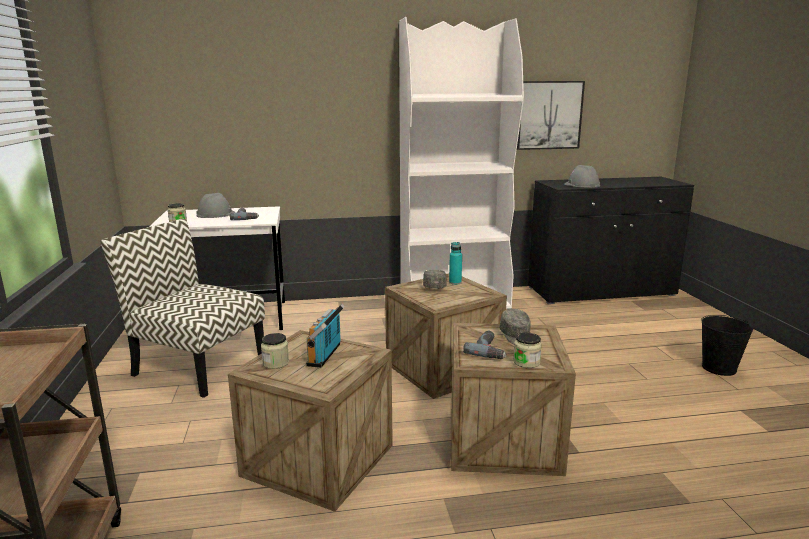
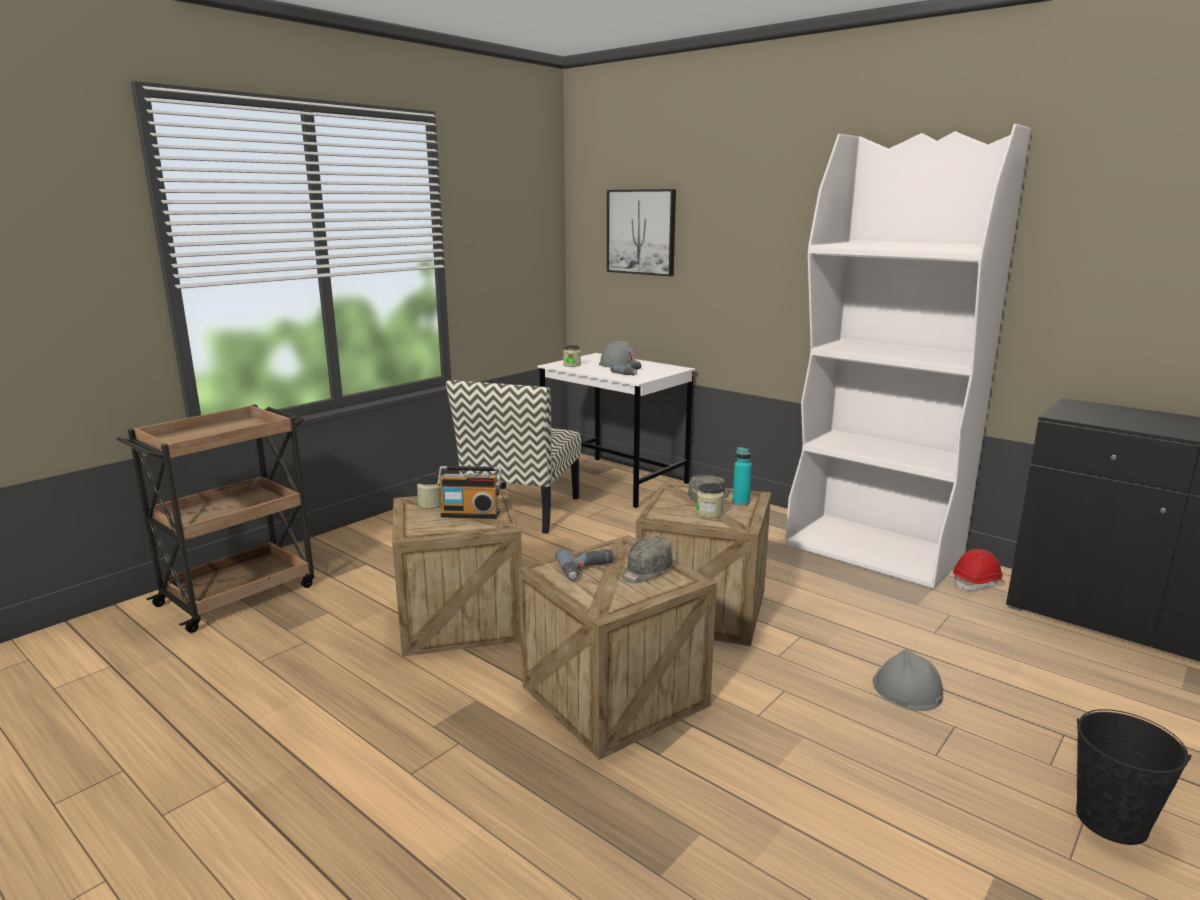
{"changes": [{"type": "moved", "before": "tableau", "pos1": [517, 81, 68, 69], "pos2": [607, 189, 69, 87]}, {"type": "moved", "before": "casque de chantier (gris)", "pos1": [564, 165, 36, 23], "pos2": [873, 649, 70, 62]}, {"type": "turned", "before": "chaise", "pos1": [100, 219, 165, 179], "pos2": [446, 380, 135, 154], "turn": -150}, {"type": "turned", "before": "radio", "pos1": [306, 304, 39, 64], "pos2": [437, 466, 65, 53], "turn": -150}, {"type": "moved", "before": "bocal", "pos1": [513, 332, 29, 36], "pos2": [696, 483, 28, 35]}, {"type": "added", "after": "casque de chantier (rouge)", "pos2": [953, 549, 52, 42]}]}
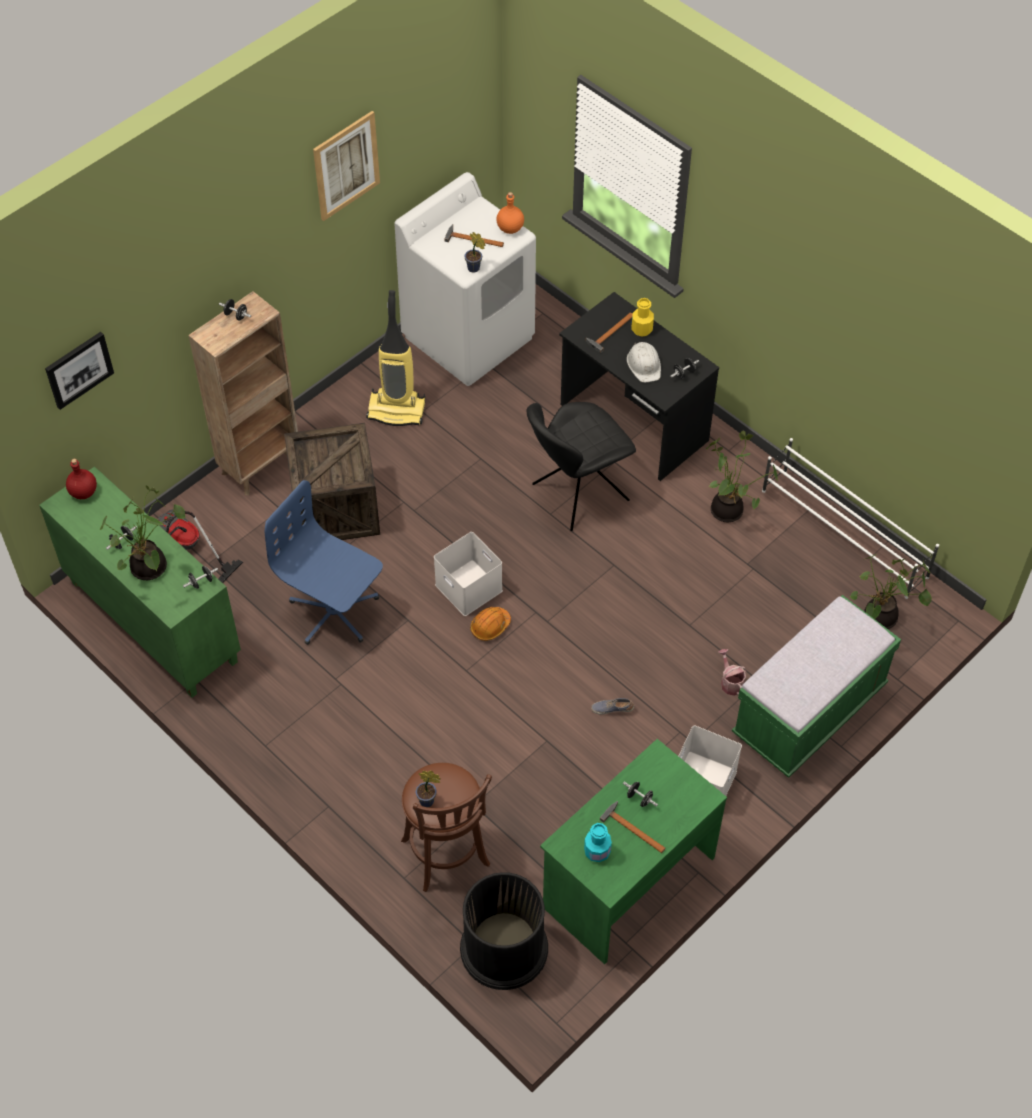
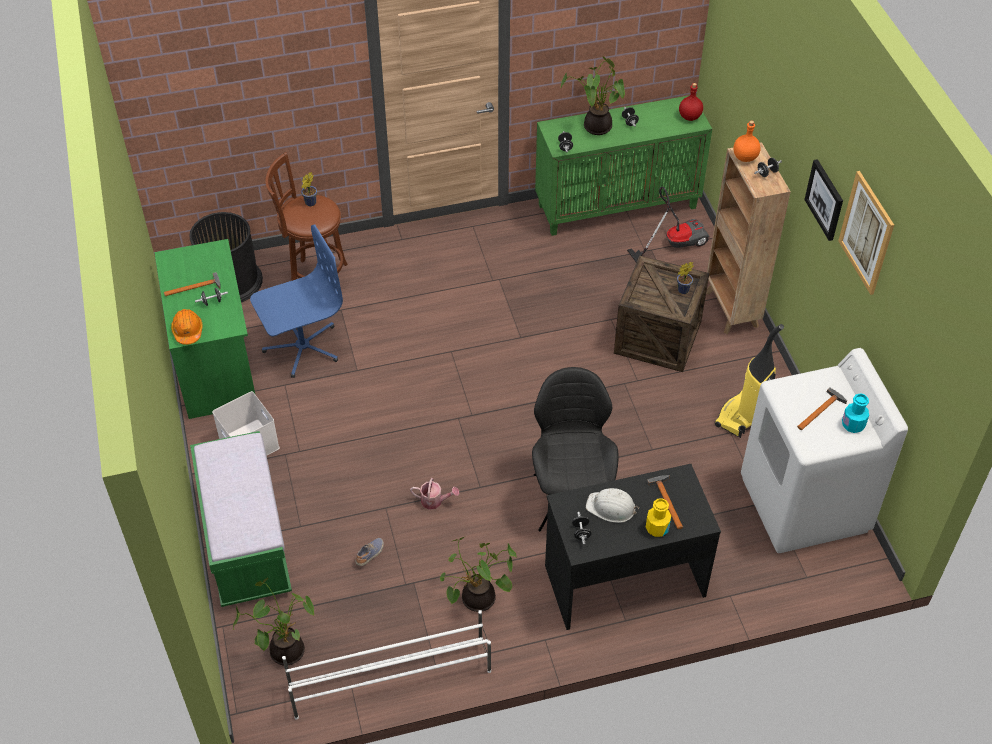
{"changes": [{"type": "moved", "before": "bouteille (orange)", "pos1": [496, 192, 28, 42], "pos2": [733, 120, 27, 42]}, {"type": "moved", "before": "plante en pot", "pos1": [464, 232, 22, 41], "pos2": [677, 262, 17, 32]}, {"type": "moved", "before": "tableau", "pos1": [45, 332, 69, 78], "pos2": [804, 159, 39, 82]}, {"type": "moved", "before": "chaise de bureau (bleu)", "pos1": [265, 480, 118, 165], "pos2": [250, 224, 93, 154]}, {"type": "removed", "before": "boîte de rangement (blanc)", "pos1": [434, 532, 69, 84]}, {"type": "moved", "before": "casque de chantier (orange)", "pos1": [470, 607, 41, 34], "pos2": [171, 309, 32, 36]}, {"type": "moved", "before": "arrosoir", "pos1": [719, 649, 28, 47], "pos2": [410, 478, 50, 32]}, {"type": "moved", "before": "chaussure", "pos1": [591, 698, 43, 16], "pos2": [355, 538, 29, 28]}, {"type": "moved", "before": "bouteille (turquoise)", "pos1": [584, 823, 28, 39], "pos2": [842, 393, 27, 40]}]}
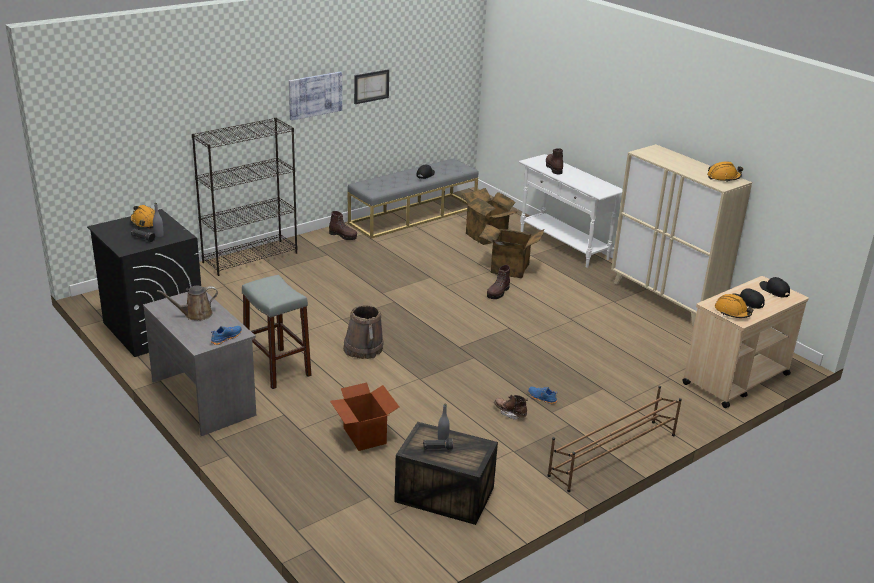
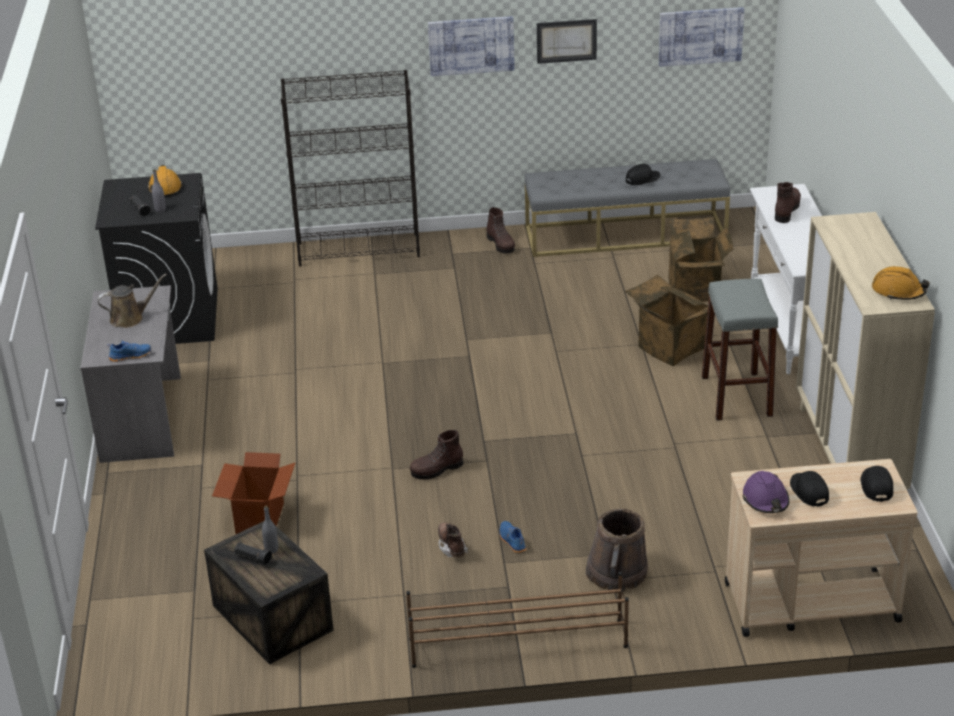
{"changes": [{"type": "moved", "before": "botte (marron)", "pos1": [487, 265, 23, 34], "pos2": [410, 430, 53, 49]}, {"type": "moved", "before": "tabouret (gris)", "pos1": [242, 275, 69, 114], "pos2": [702, 279, 76, 142]}, {"type": "turned", "before": "arrosoir (marron)", "pos1": [157, 286, 61, 34], "pos2": [97, 274, 70, 54], "turn": 150}, {"type": "recoloured", "before": "casque de chantier (orange)", "after": "casque de chantier (violet)", "pos1": [715, 294, 38, 24], "pos2": [742, 471, 47, 42]}, {"type": "moved", "before": "seau (marron)", "pos1": [343, 305, 41, 54], "pos2": [586, 509, 62, 82]}, {"type": "added", "after": "tableau", "pos2": [659, 7, 85, 60]}]}
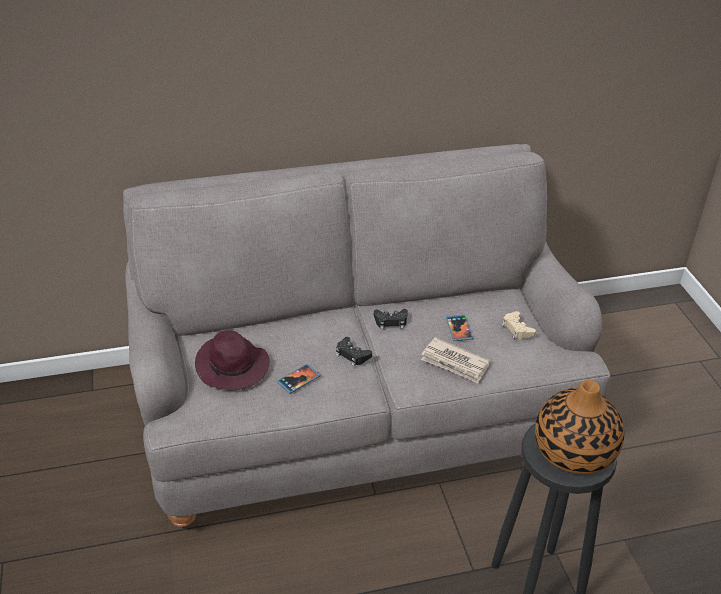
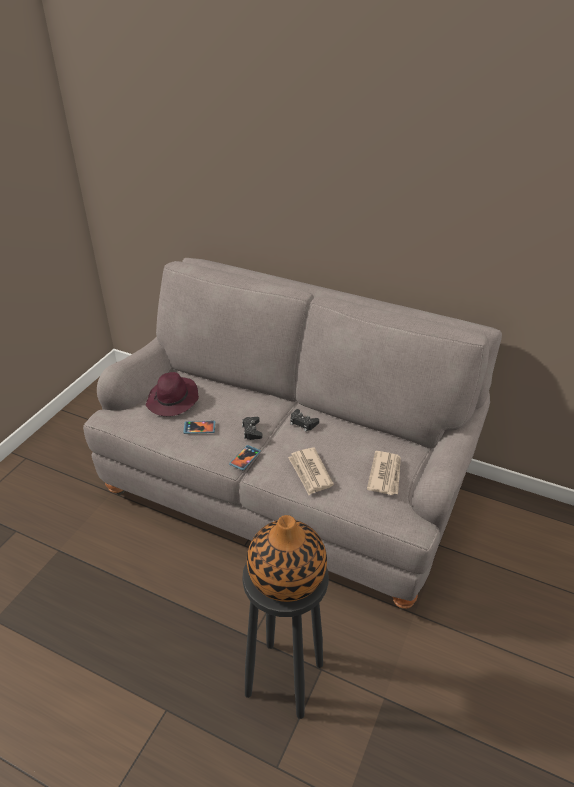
{"changes": [{"type": "replaced", "before": "manette (beige)", "after": "journal", "pos1": [502, 311, 34, 28], "pos2": [367, 451, 34, 44]}, {"type": "moved", "before": "téléphone", "pos1": [446, 315, 27, 26], "pos2": [229, 445, 32, 25]}]}
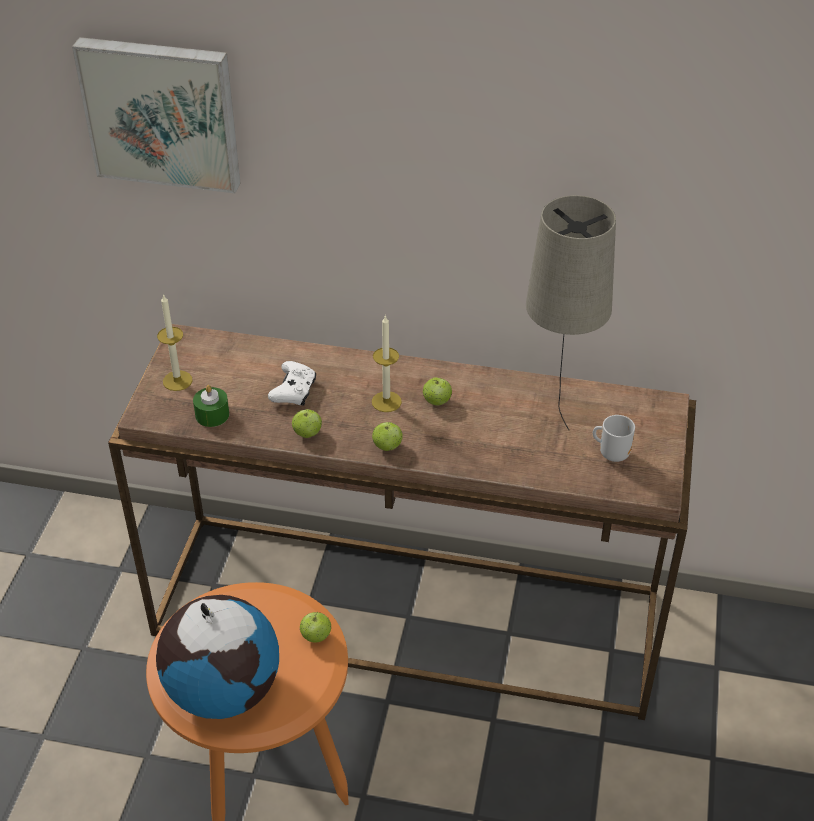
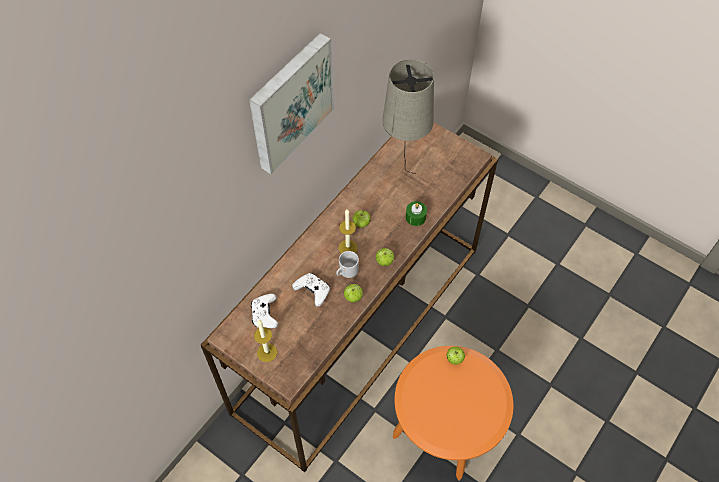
{"changes": [{"type": "moved", "before": "tableau", "pos1": [72, 37, 168, 156], "pos2": [249, 33, 85, 141]}, {"type": "moved", "before": "bougie (vert)", "pos1": [193, 385, 36, 42], "pos2": [406, 201, 21, 25]}, {"type": "moved", "before": "mug", "pos1": [593, 415, 42, 47], "pos2": [336, 251, 23, 27]}, {"type": "removed", "before": "globe", "pos1": [156, 595, 123, 124]}, {"type": "added", "after": "manette (blanc)", "pos2": [251, 294, 28, 34]}]}
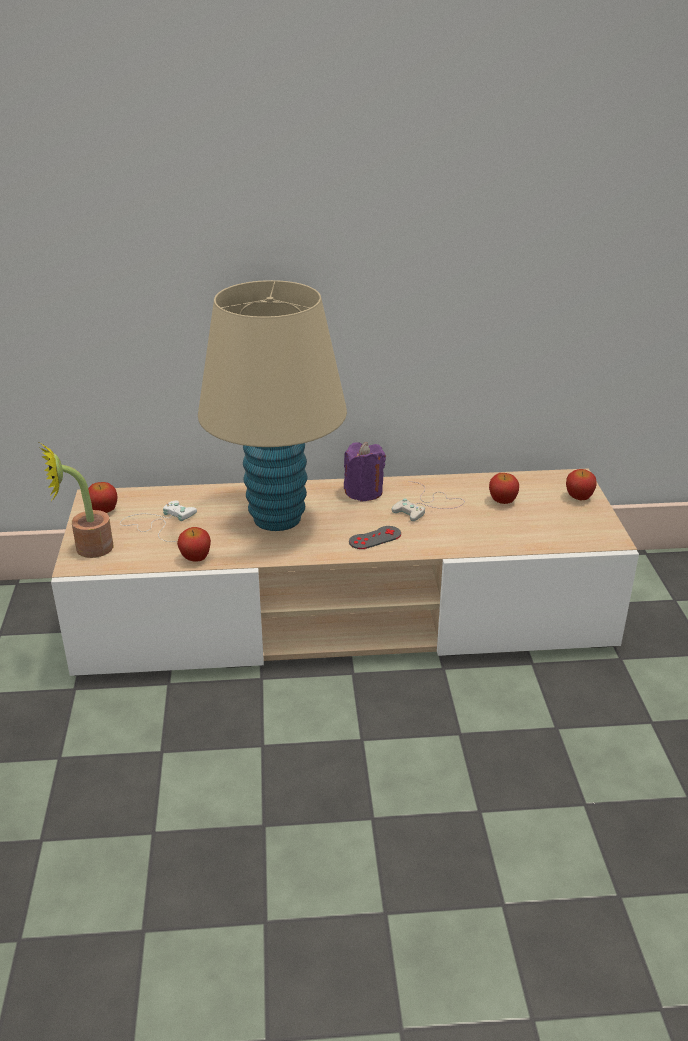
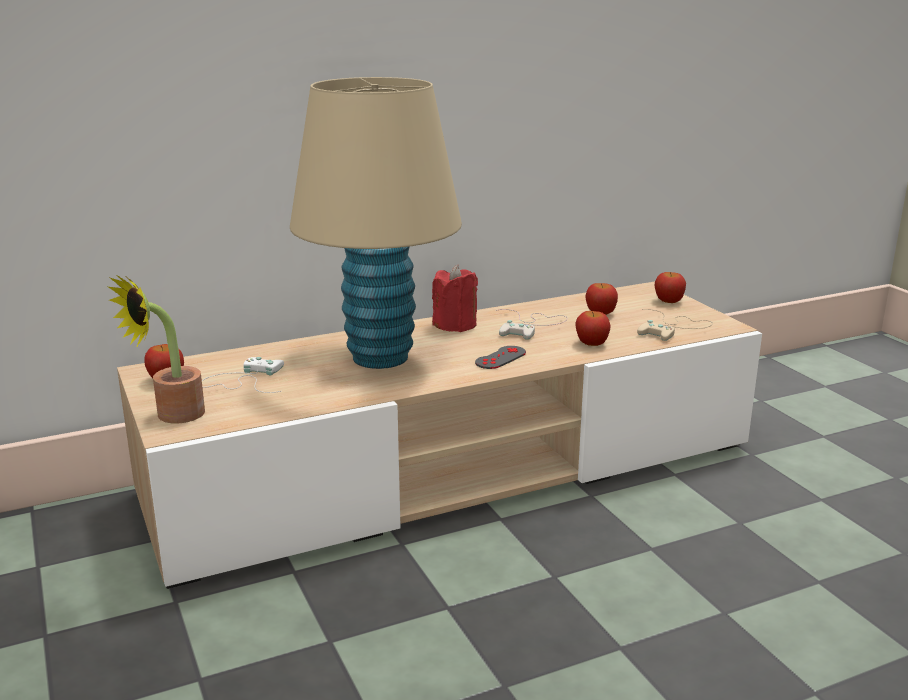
{"changes": [{"type": "recoloured", "before": "bougie (violet)", "after": "bougie (rouge)", "pos1": [344, 442, 42, 60], "pos2": [432, 265, 46, 67]}, {"type": "moved", "before": "pomme", "pos1": [177, 527, 34, 35], "pos2": [576, 311, 34, 35]}, {"type": "added", "after": "manette (beige)", "pos2": [637, 309, 76, 32]}]}
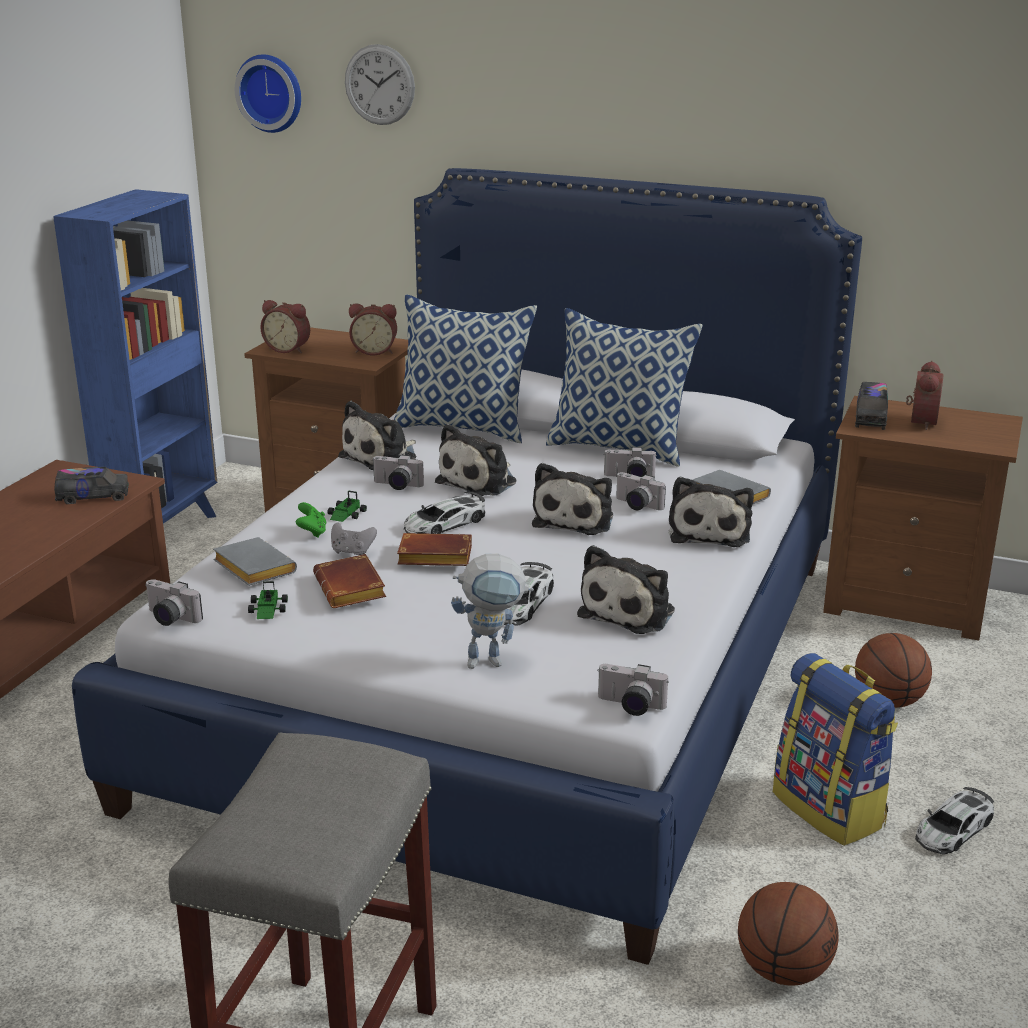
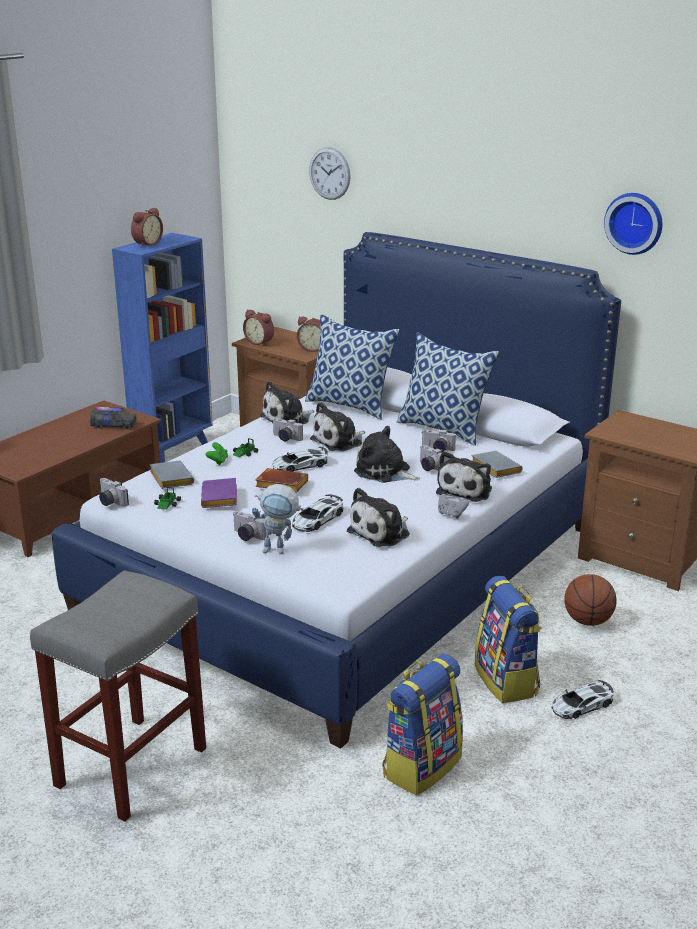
{"changes": [{"type": "moved", "before": "horloge murale", "pos1": [235, 54, 66, 79], "pos2": [604, 193, 58, 62]}, {"type": "moved", "before": "réveil", "pos1": [906, 361, 38, 69], "pos2": [131, 207, 32, 40]}, {"type": "removed", "before": "camion jouet", "pos1": [855, 382, 33, 48]}, {"type": "turned", "before": "peluche", "pos1": [532, 463, 81, 72], "pos2": [354, 426, 66, 57], "turn": 90}, {"type": "moved", "before": "manette (gris)", "pos1": [331, 522, 46, 33], "pos2": [438, 494, 31, 25]}, {"type": "recoloured", "before": "livre (marron)", "after": "livre (violet)", "pos1": [313, 554, 73, 54], "pos2": [201, 478, 36, 30]}, {"type": "moved", "before": "appareil photo", "pos1": [597, 664, 72, 52], "pos2": [233, 511, 34, 30]}, {"type": "replaced", "before": "ballon de basket", "after": "sac à dos", "pos1": [738, 882, 101, 103], "pos2": [382, 654, 81, 141]}]}
